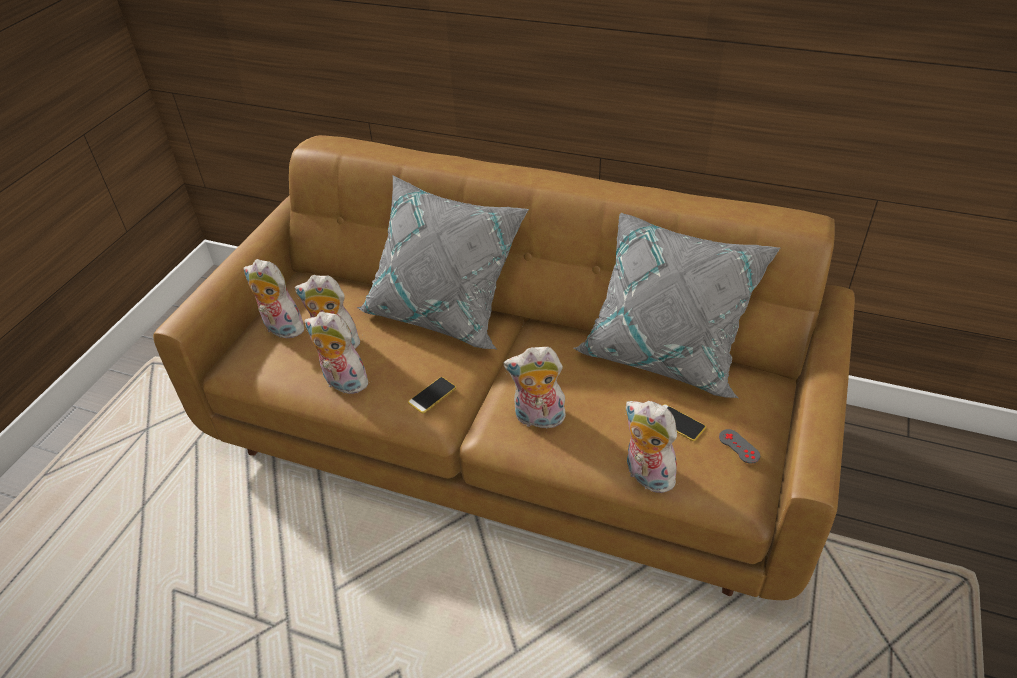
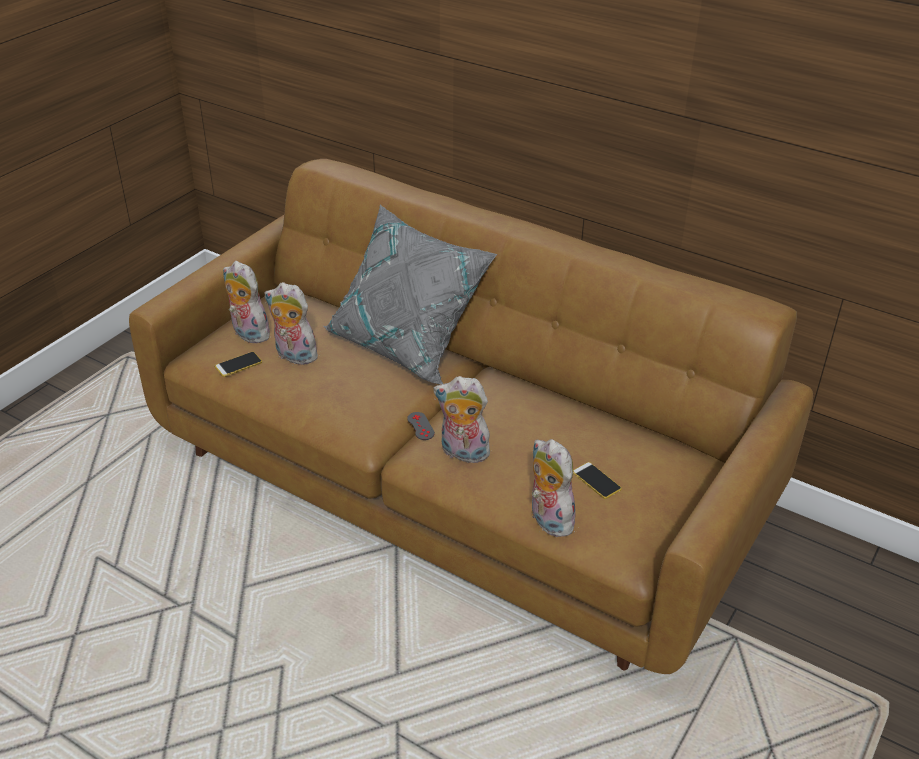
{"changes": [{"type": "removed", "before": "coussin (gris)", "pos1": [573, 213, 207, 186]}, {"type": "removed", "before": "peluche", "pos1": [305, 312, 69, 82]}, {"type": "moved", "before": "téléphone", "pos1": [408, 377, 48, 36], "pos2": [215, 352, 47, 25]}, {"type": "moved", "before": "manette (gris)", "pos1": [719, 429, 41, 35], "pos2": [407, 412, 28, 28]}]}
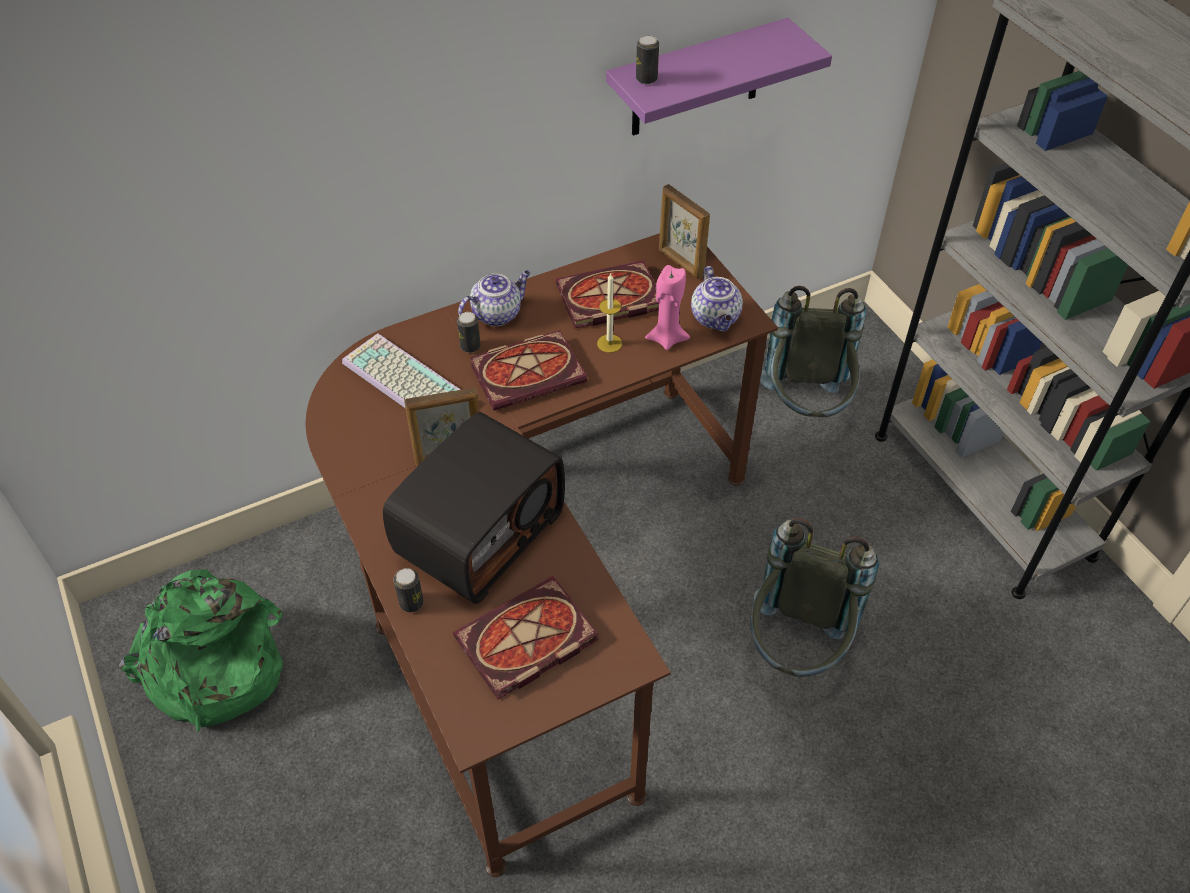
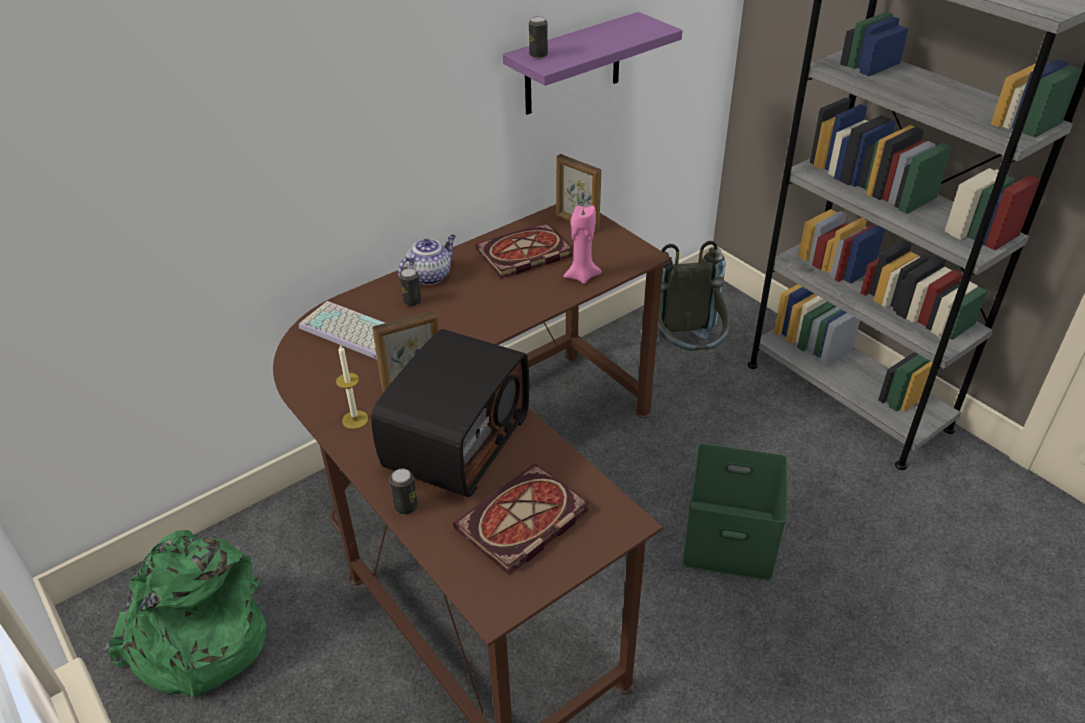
{"changes": [{"type": "removed", "before": "théière", "pos1": [691, 266, 52, 66]}, {"type": "moved", "before": "bougie", "pos1": [597, 273, 25, 80], "pos2": [336, 344, 32, 85]}, {"type": "removed", "before": "livre", "pos1": [470, 330, 117, 81]}, {"type": "replaced", "before": "sac à dos (gris)", "after": "boîte de rangement (vert)", "pos1": [751, 518, 128, 159], "pos2": [682, 444, 106, 137]}]}
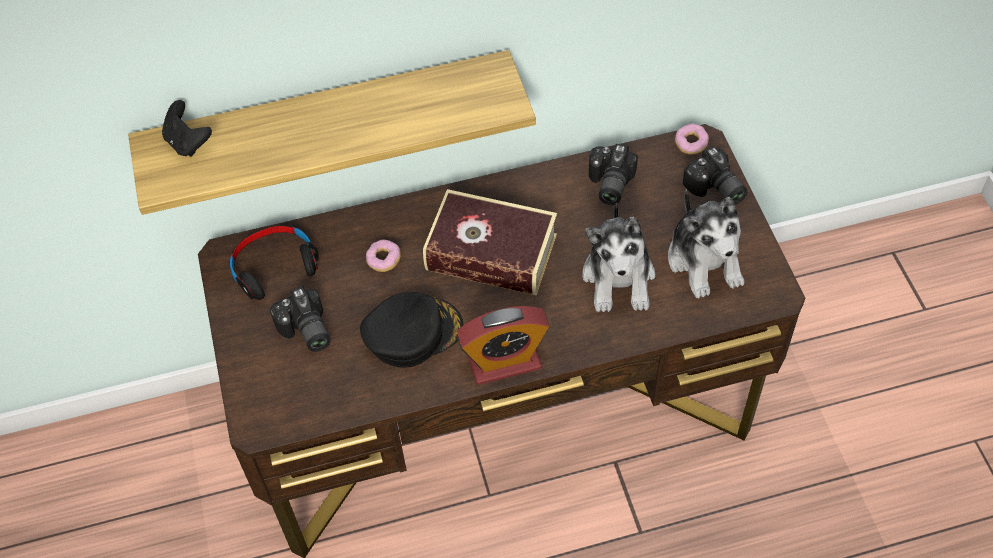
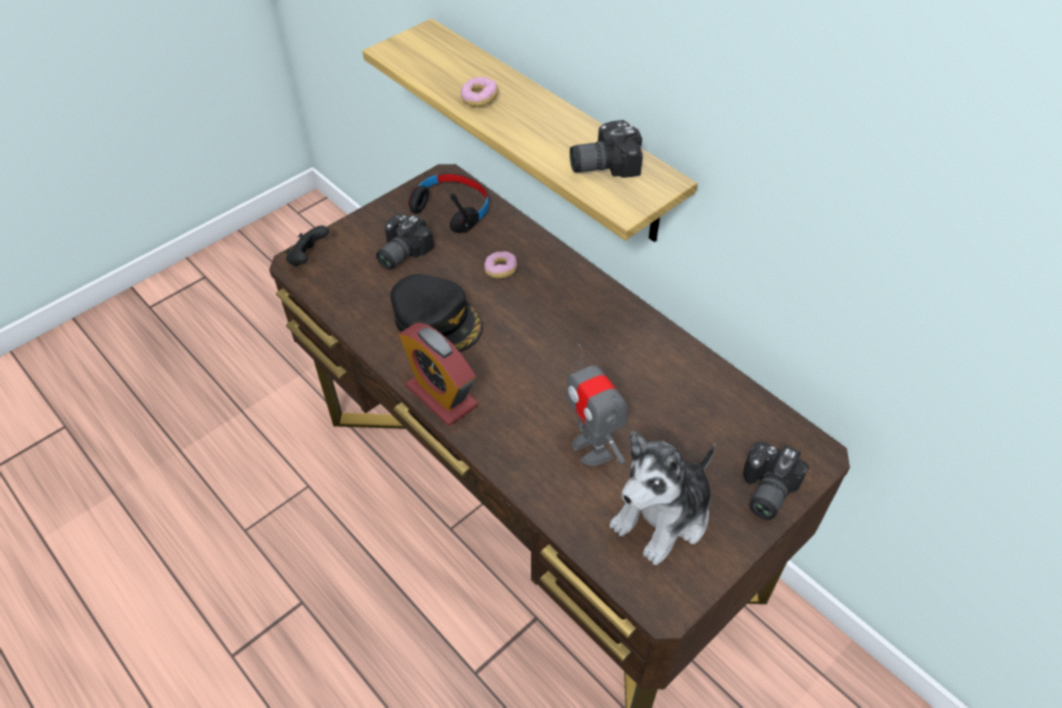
{"changes": [{"type": "moved", "before": "manette (noir)", "pos1": [162, 100, 50, 57], "pos2": [285, 226, 44, 40]}, {"type": "moved", "before": "beignet", "pos1": [675, 123, 34, 32], "pos2": [461, 77, 37, 30]}, {"type": "moved", "before": "appareil photo", "pos1": [589, 144, 49, 61], "pos2": [570, 120, 73, 58]}, {"type": "removed", "before": "livre", "pos1": [423, 189, 134, 107]}, {"type": "replaced", "before": "peluche", "after": "robot jouet", "pos1": [582, 202, 73, 110], "pos2": [566, 344, 62, 122]}]}
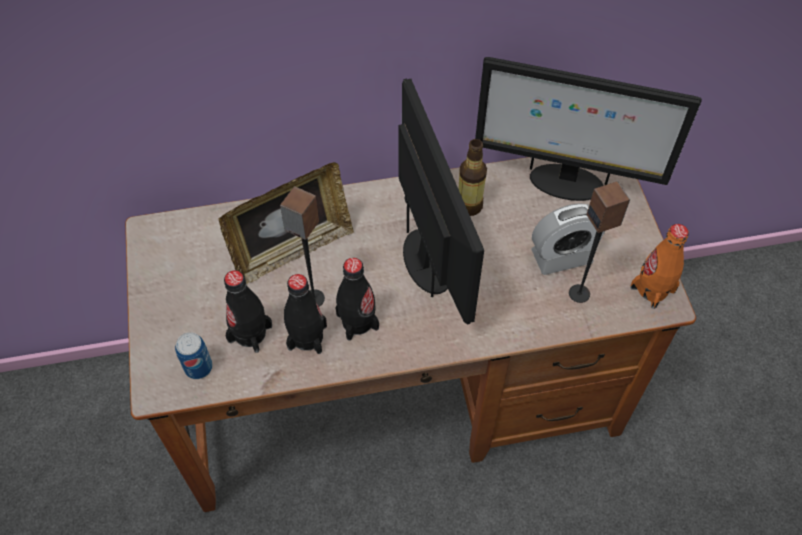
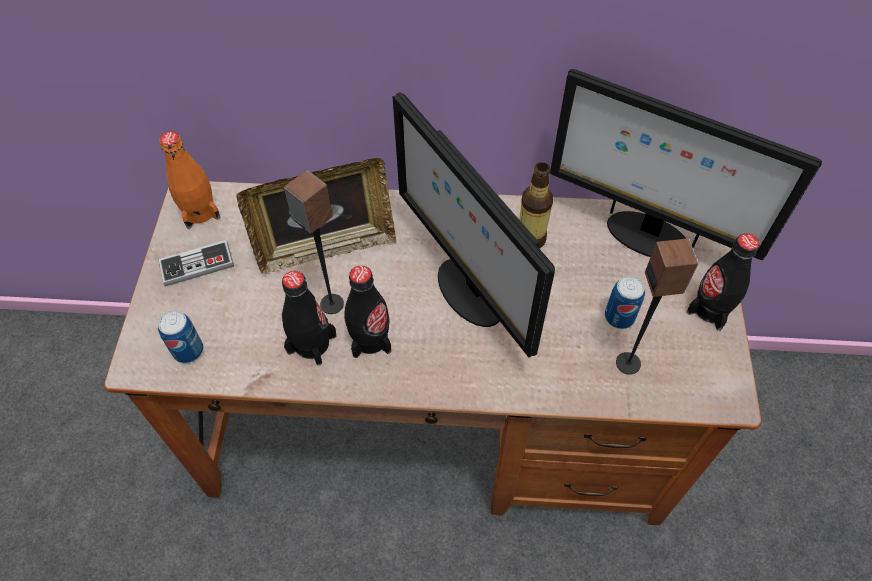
{"changes": [{"type": "turned", "before": "écran d'ordinateur", "pos1": [399, 78, 85, 247], "pos2": [393, 92, 162, 265], "turn": 150}, {"type": "replaced", "before": "réveil", "after": "boîte métallique", "pos1": [531, 204, 74, 71], "pos2": [605, 276, 40, 53]}, {"type": "moved", "before": "bouteille (orange)", "pos1": [630, 224, 59, 85], "pos2": [159, 131, 61, 98]}, {"type": "moved", "before": "bouteille (noir)", "pos1": [224, 270, 48, 83], "pos2": [687, 233, 73, 98]}, {"type": "added", "after": "manette", "pos2": [158, 240, 76, 47]}]}
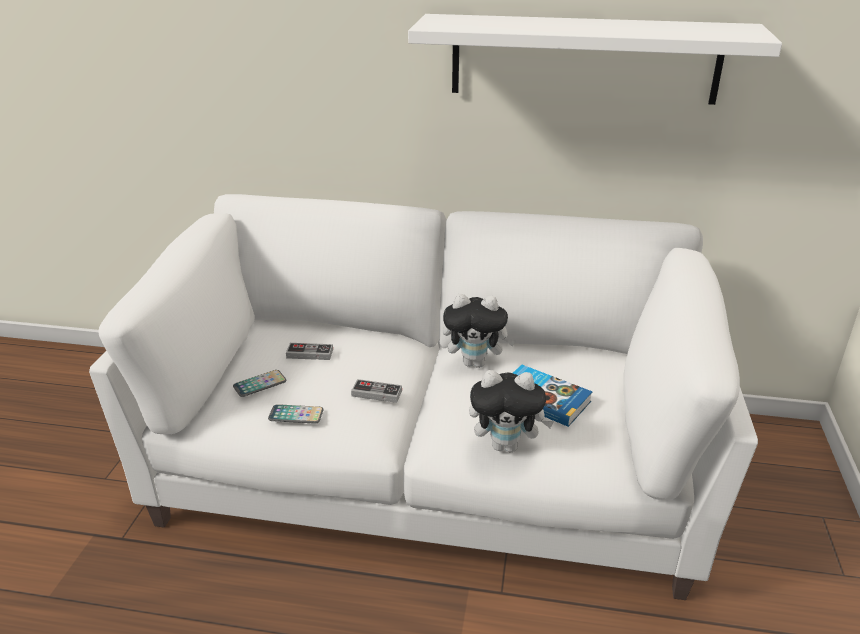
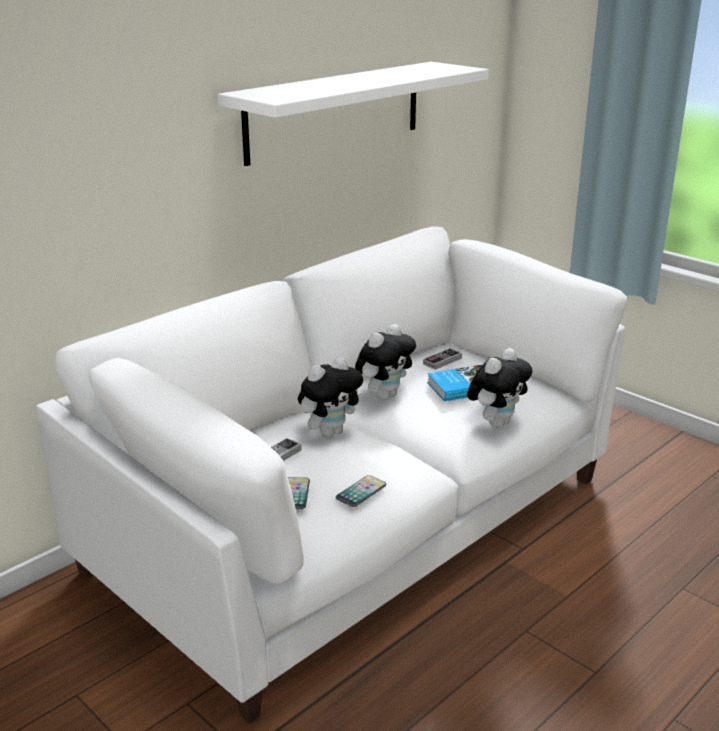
{"changes": [{"type": "moved", "before": "manette", "pos1": [351, 379, 51, 24], "pos2": [423, 348, 39, 22]}, {"type": "added", "after": "peluche", "pos2": [298, 357, 65, 80]}]}
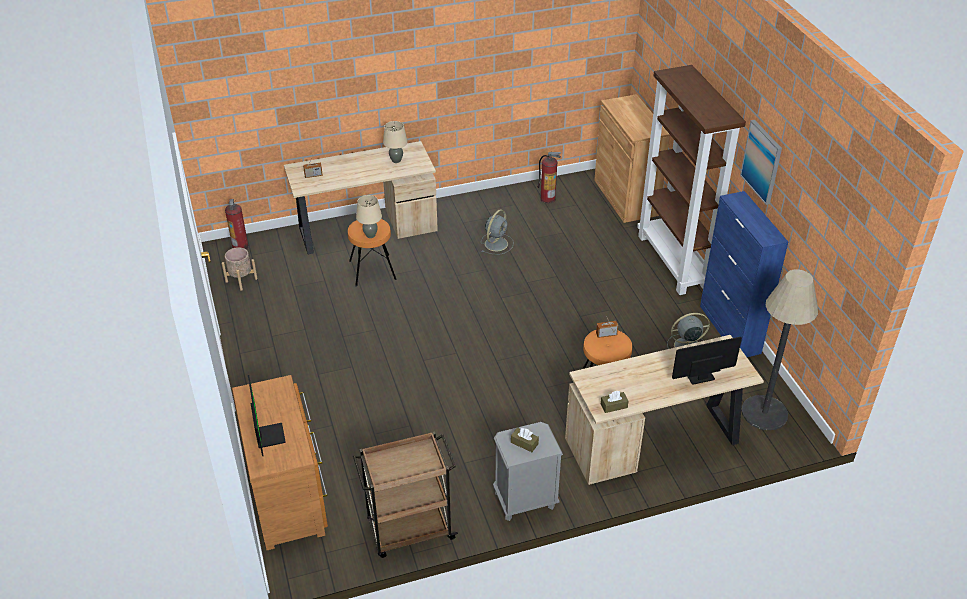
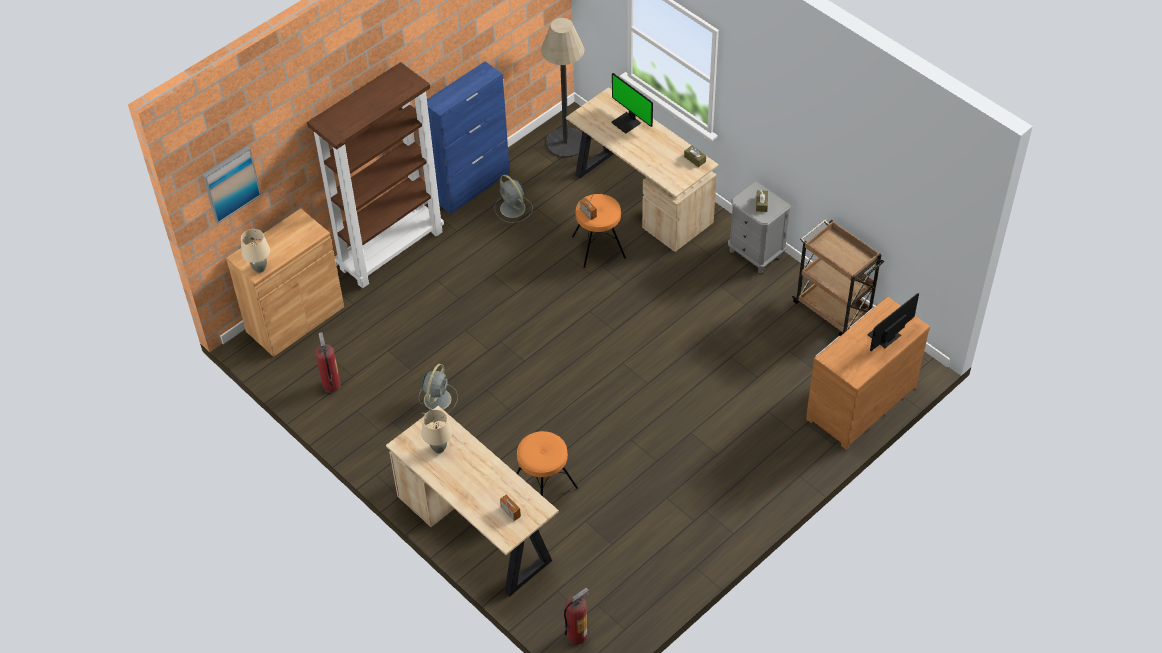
{"changes": [{"type": "moved", "before": "tableau", "pos1": [740, 120, 42, 85], "pos2": [203, 146, 58, 78]}, {"type": "moved", "before": "lampe de table (beige)", "pos1": [356, 195, 26, 43], "pos2": [241, 229, 29, 44]}, {"type": "turned", "before": "ventilateur (gris)", "pos1": [481, 209, 33, 46], "pos2": [419, 364, 39, 50], "turn": 105}, {"type": "removed", "before": "cache-pot (beige)", "pos1": [222, 247, 36, 44]}]}
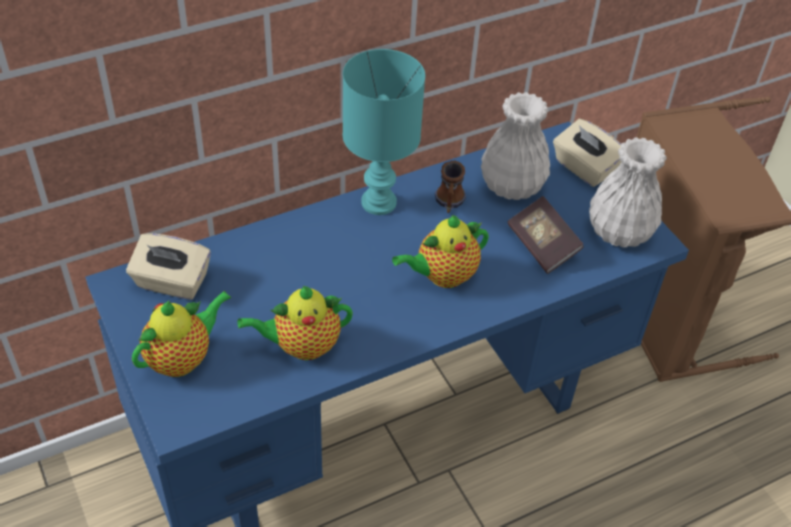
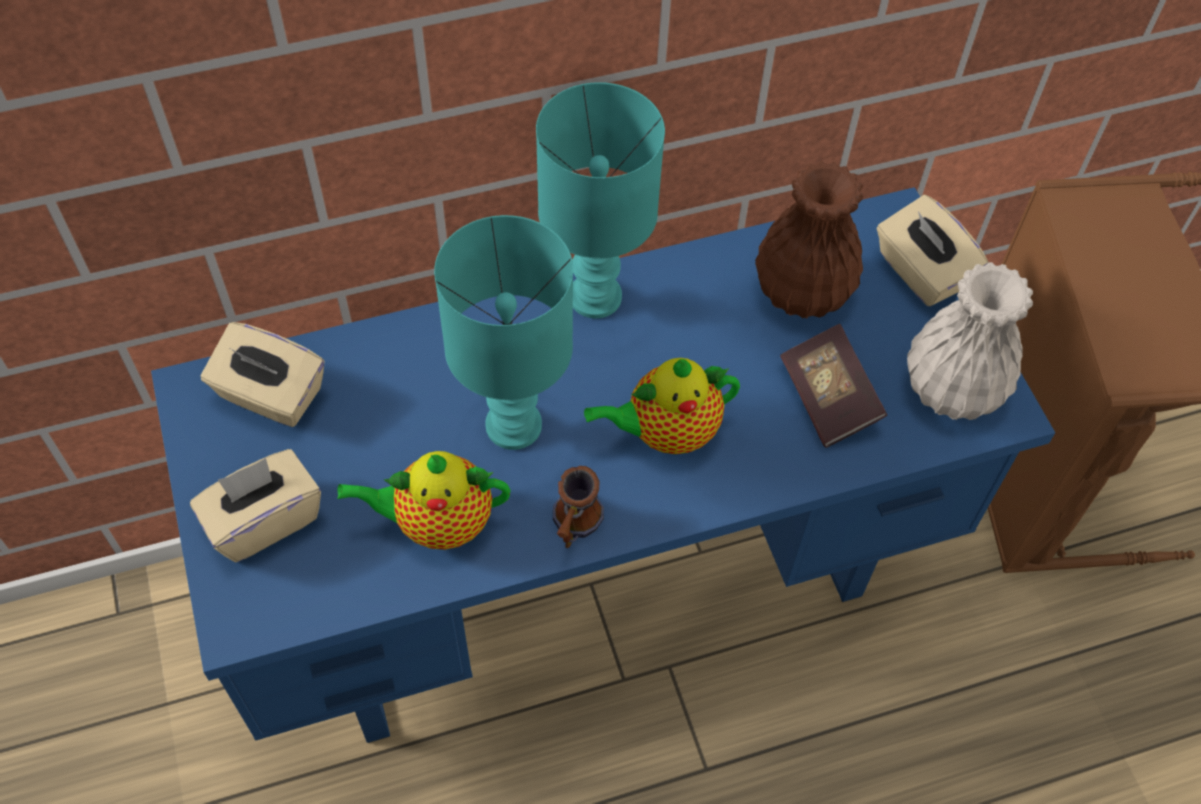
{"changes": [{"type": "recoloured", "before": "vase (blanc)", "after": "vase (marron)", "pos1": [481, 92, 69, 108], "pos2": [755, 161, 108, 158]}, {"type": "moved", "before": "mug", "pos1": [435, 161, 31, 52], "pos2": [553, 466, 51, 82]}, {"type": "replaced", "before": "théière", "after": "boîte à mouchoirs (beige)", "pos1": [132, 291, 99, 86], "pos2": [190, 449, 131, 114]}, {"type": "added", "after": "lampe de table (turquoise)", "pos2": [434, 215, 139, 235]}]}
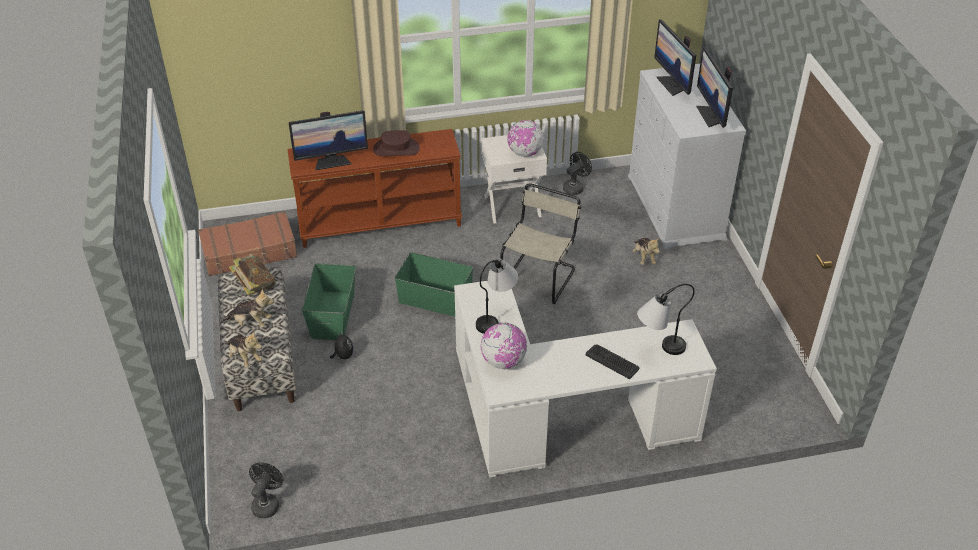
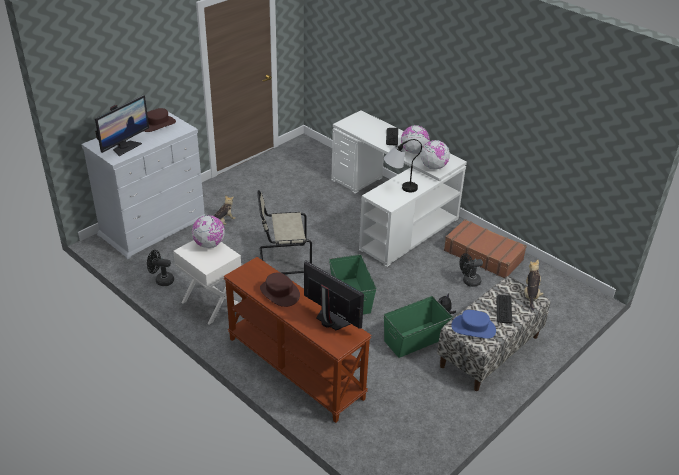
{"changes": [{"type": "replaced", "before": "écran d'ordinateur", "after": "chapeau (marron)", "pos1": [696, 47, 37, 81], "pos2": [144, 108, 32, 24]}, {"type": "moved", "before": "valise (marron)", "pos1": [198, 211, 99, 65], "pos2": [444, 219, 83, 59]}, {"type": "replaced", "before": "livre", "after": "chapeau (bleu)", "pos1": [229, 255, 47, 40], "pos2": [451, 310, 45, 29]}, {"type": "removed", "before": "lampe de table", "pos1": [637, 284, 58, 71]}, {"type": "replaced", "before": "peluche", "after": "clavier", "pos1": [223, 289, 51, 38], "pos2": [496, 295, 16, 29]}, {"type": "moved", "before": "ventilateur (noir)", "pos1": [249, 462, 34, 56], "pos2": [460, 253, 23, 34]}, {"type": "added", "after": "globe", "pos2": [401, 125, 29, 29]}]}
